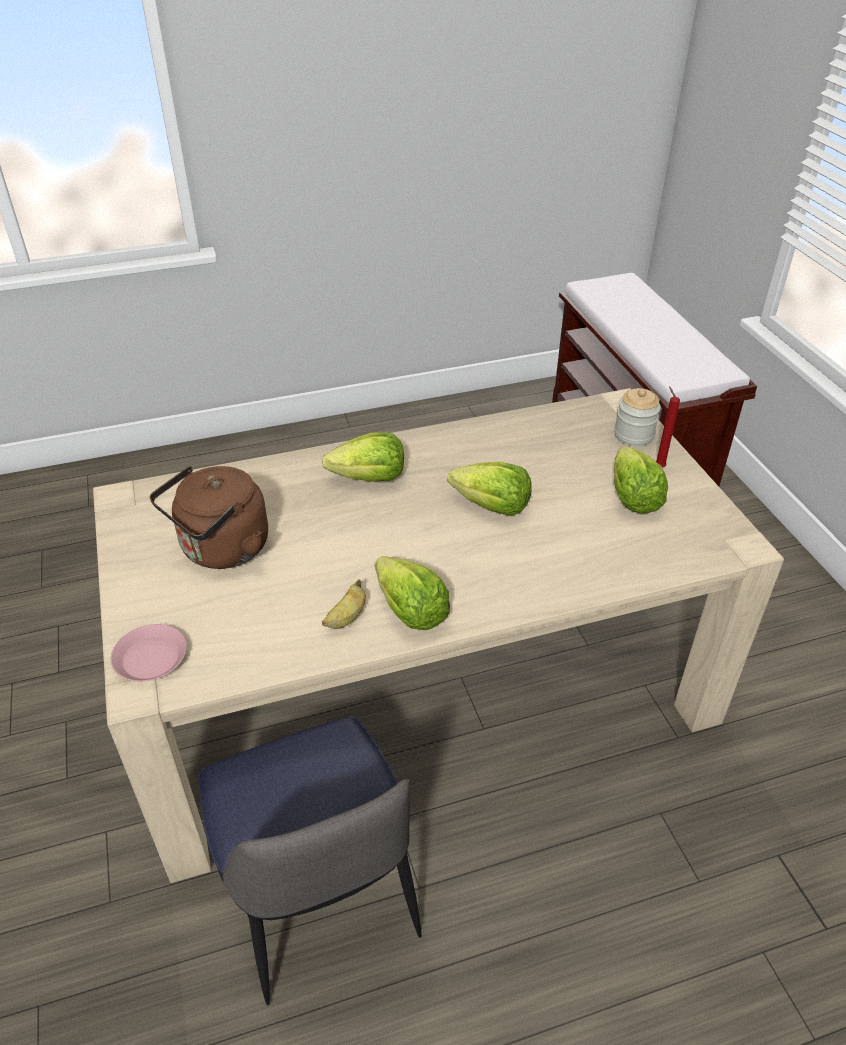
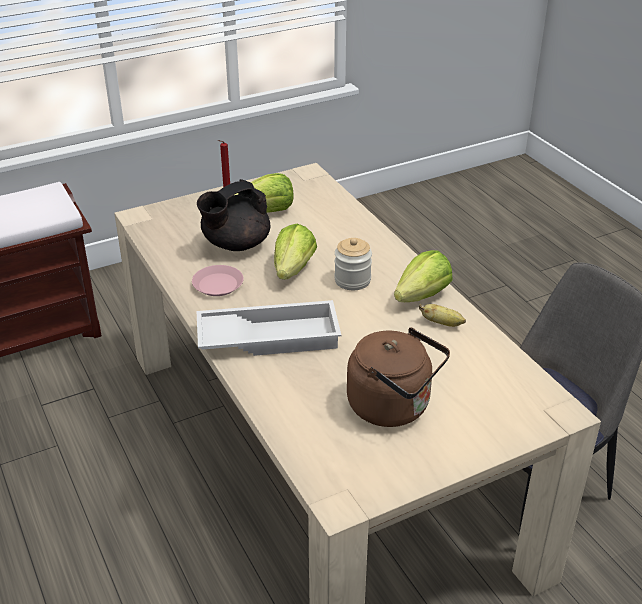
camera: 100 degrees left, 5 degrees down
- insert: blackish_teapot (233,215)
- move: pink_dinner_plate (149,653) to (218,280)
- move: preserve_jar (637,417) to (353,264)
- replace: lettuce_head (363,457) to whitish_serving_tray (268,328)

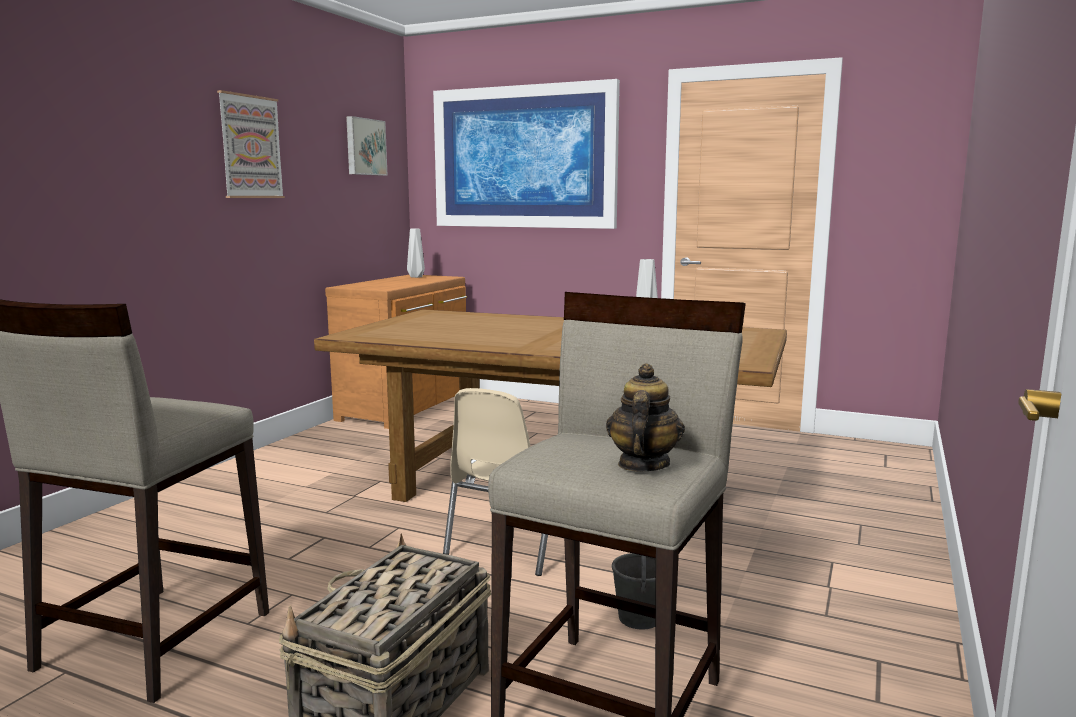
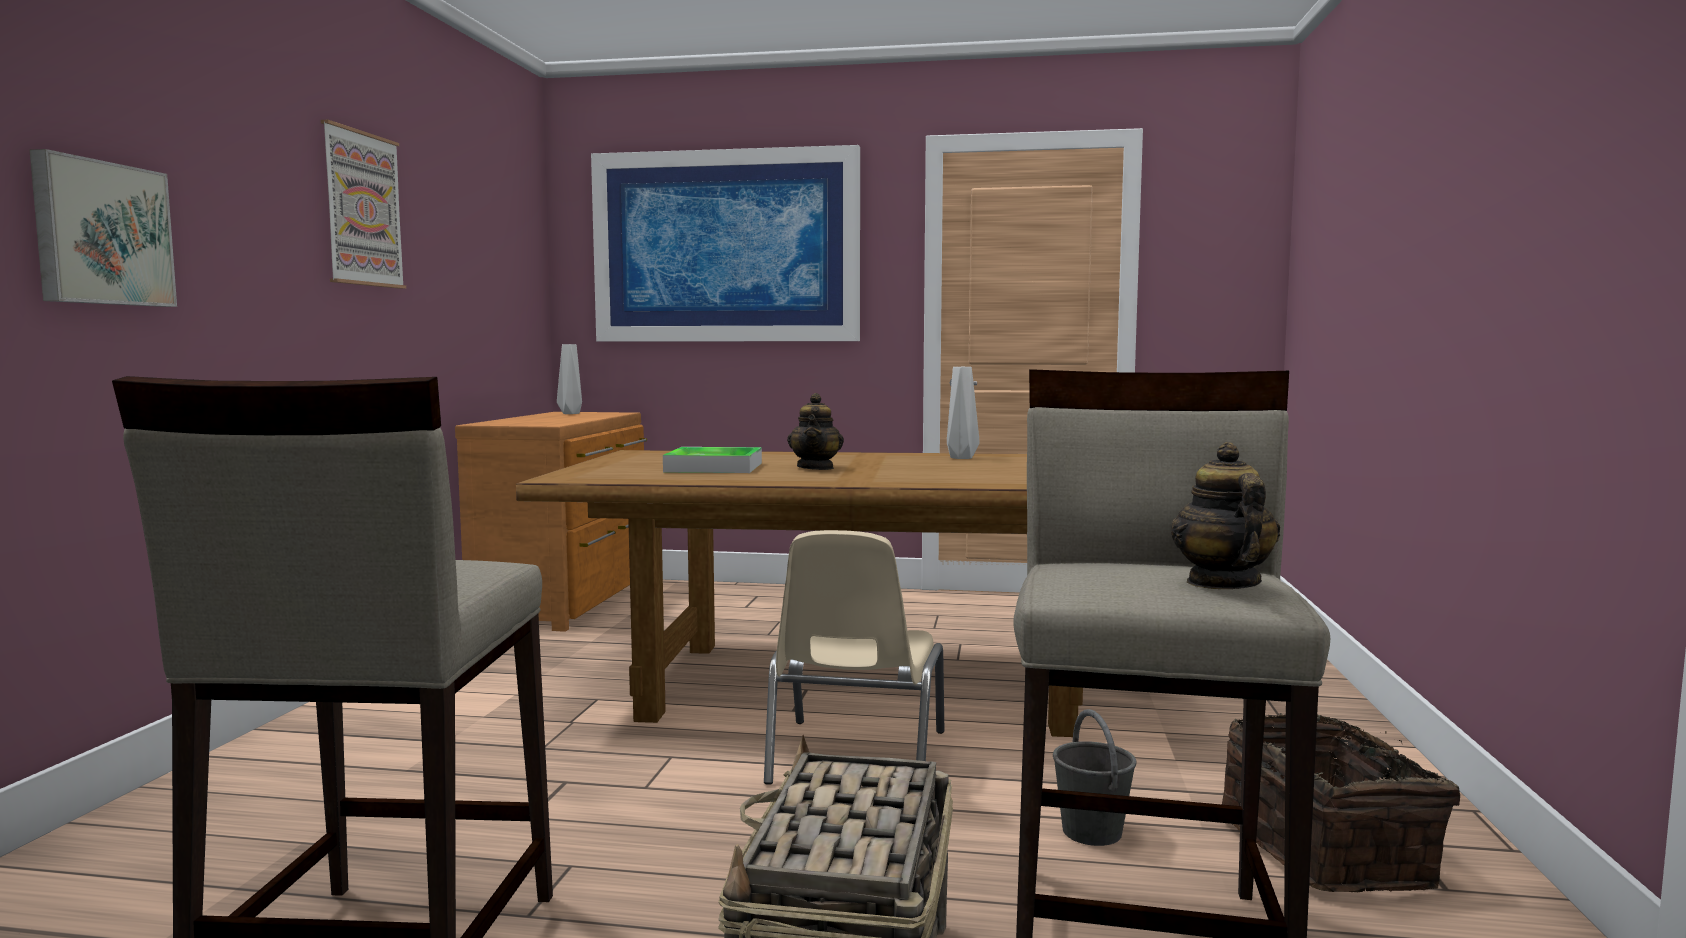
camera: 15 degrees left, 5 degrees down
- insert: serving_tray (712,460)
- insert: teapot (815,431)
- insert: household_basket (1341,802)
- move: wall_art (367,146) to (103,228)

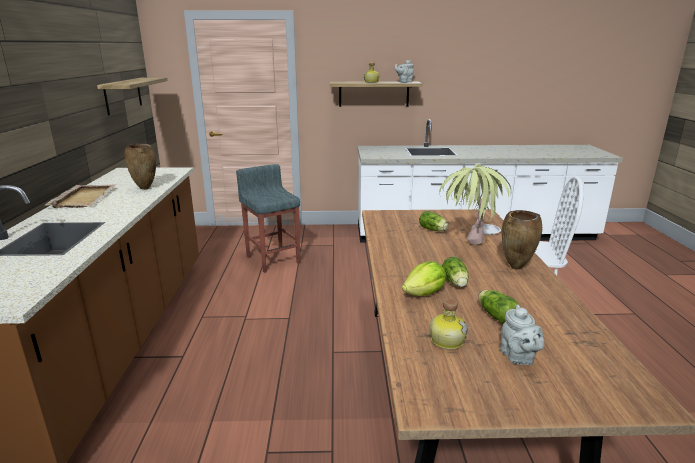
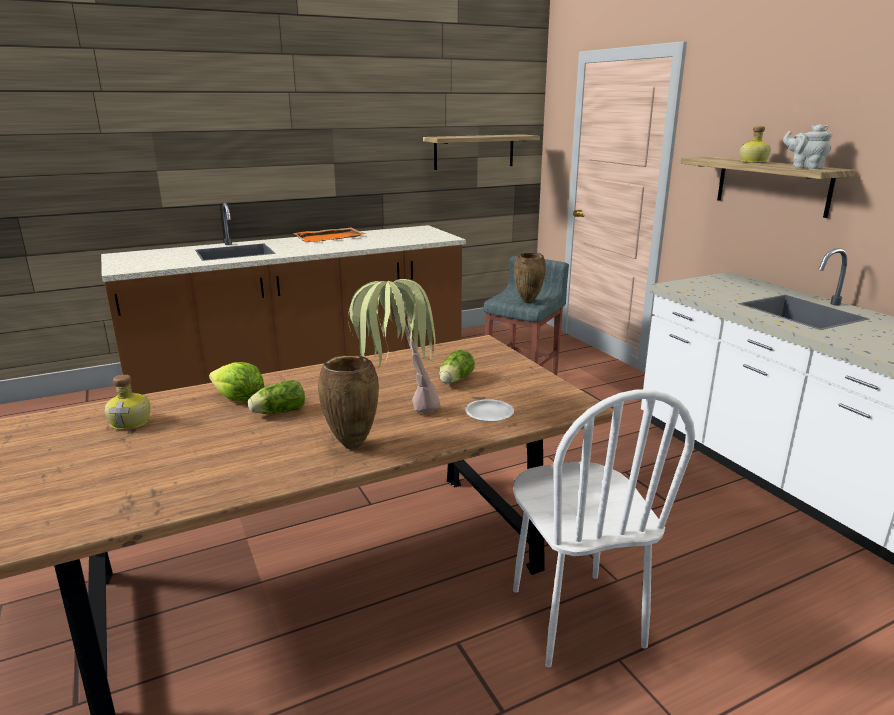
camera: 65 degrees right, 0 degrees up
- delete: lettuce_head (498,307)
- delete: greyish_teapot (522,335)
- move: brown-coloured_flower_vase (140,166) to (530,278)
- recolor: beige_serving_tray (80,196) to orange_serving_tray (329,234)

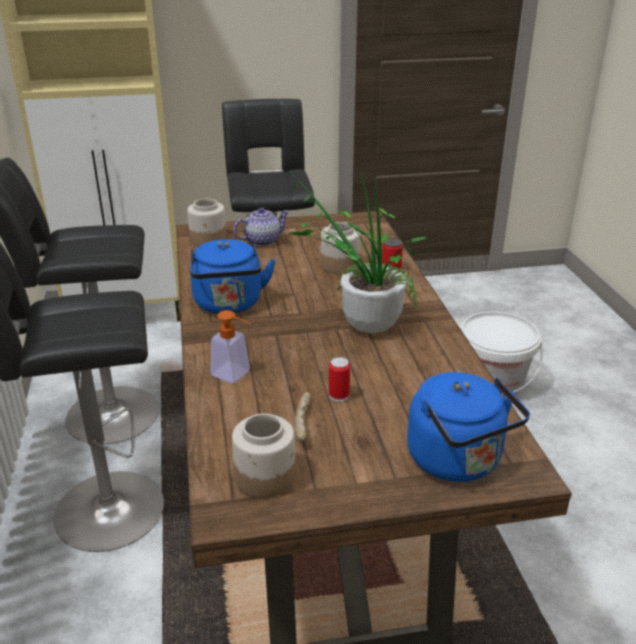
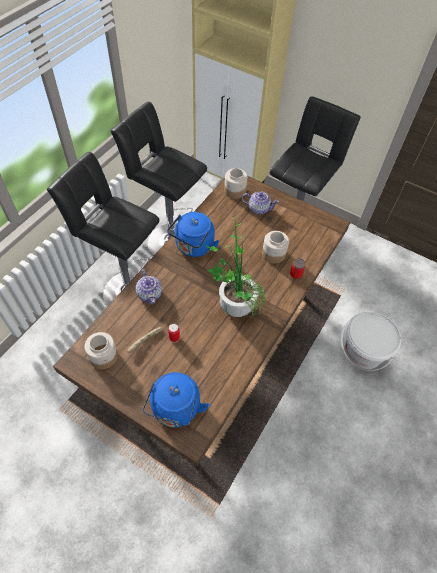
camera: 40 degrees right, 25 degrees up
- replace: soap_bottle (230,346) to teapot (149,287)

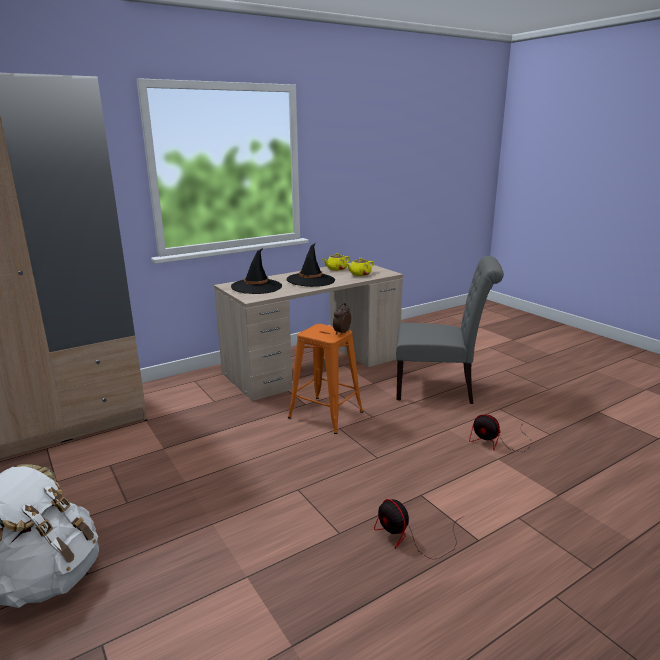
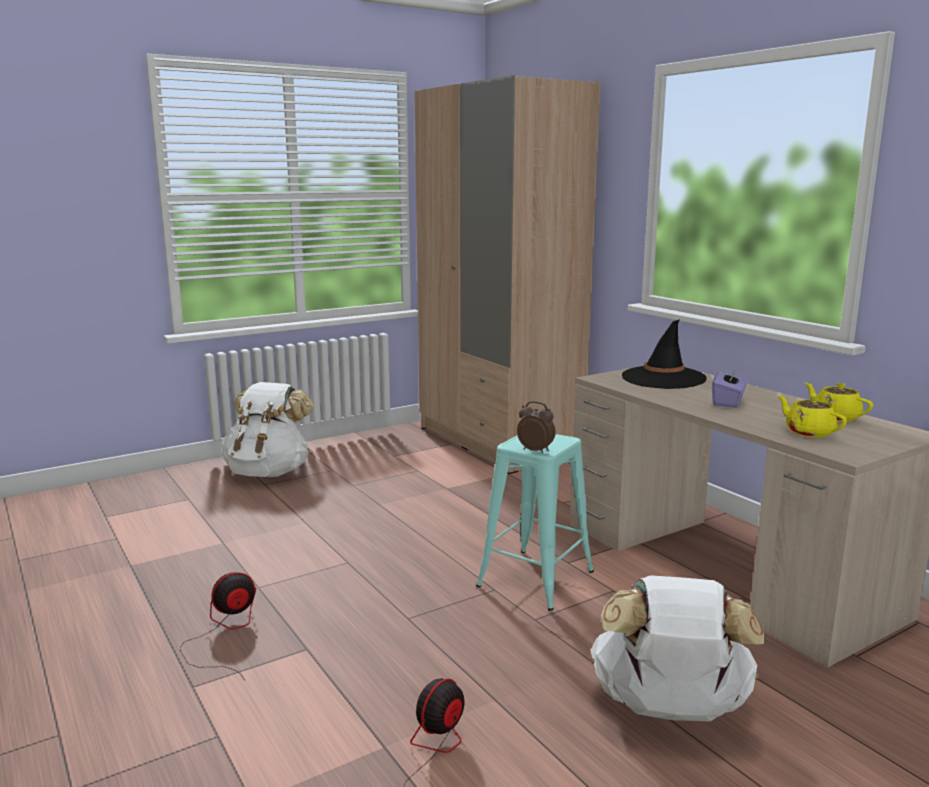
camera: 90 degrees right, 5 degrees down
- replace: blackish_hat (311,265) to purple_tissue_holder (729,387)
- replace: greyish_upright_chair (450,330) to whitish_backpack (677,648)
- recolor: orange_sitting_stool (325,379) to turquoise-coloured_sitting_stool (535,522)

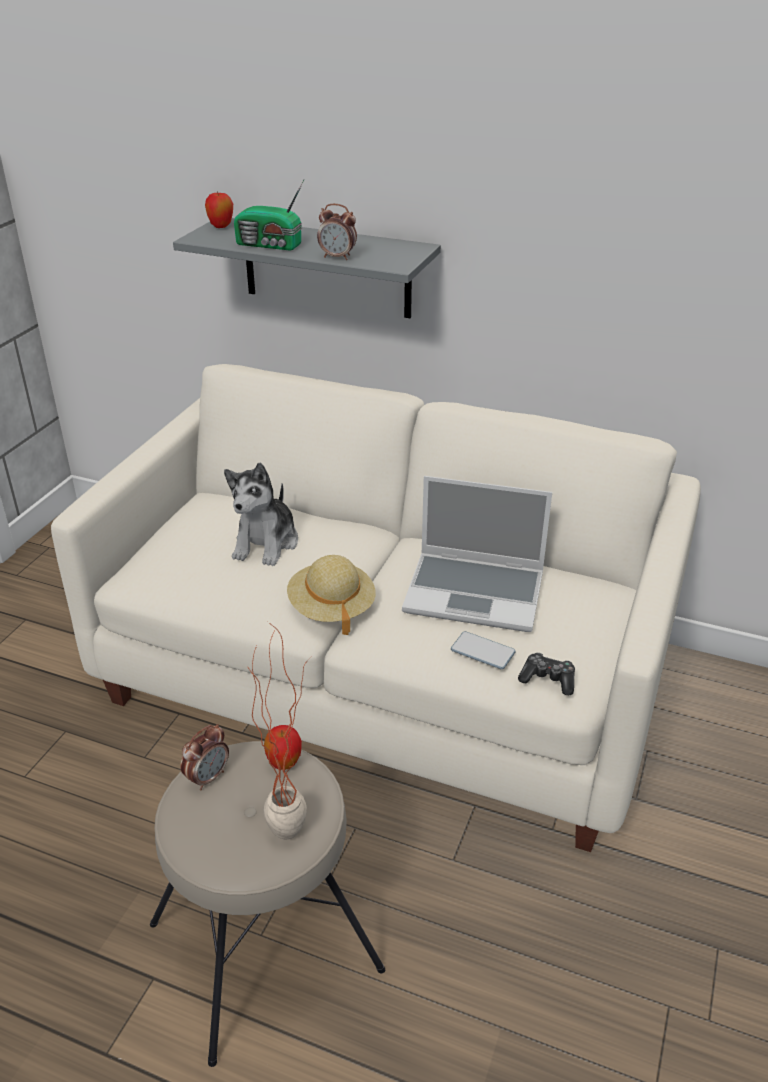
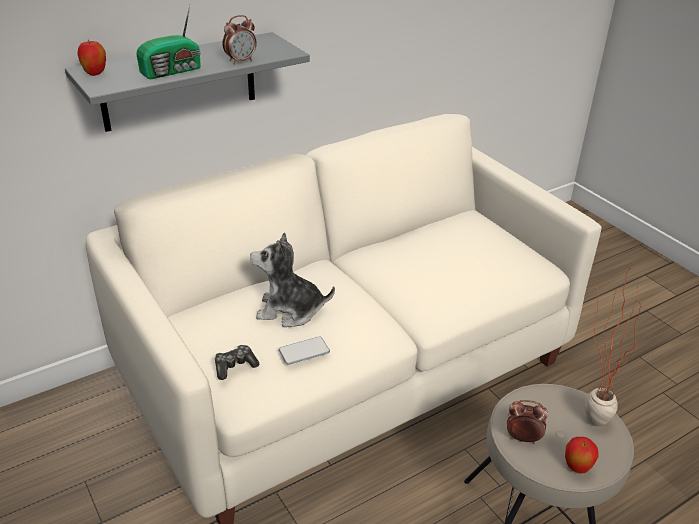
camera: 55 degrees left, 0 degrees up
- delete: beige_hat (331,595)
- delete: laptop (477,554)
- move: whole_apple (283,747) to (582,455)
- move: handset (483,650) to (304,350)
- move: joypad (546,674) to (237,362)
- rotate: alarm_clock (204,757) = (527,422) 60 degrees counterclockwise
- rotate: cuddly_toy (261,514) = (292,279) 135 degrees clockwise

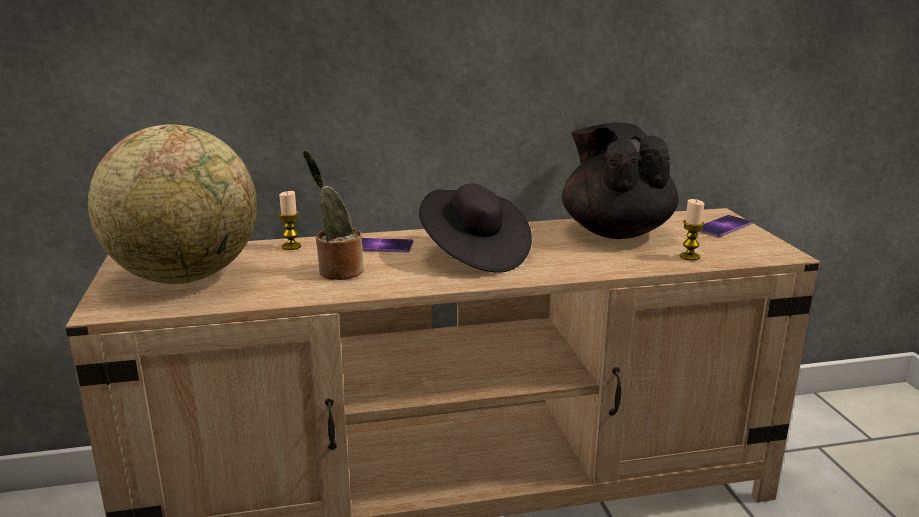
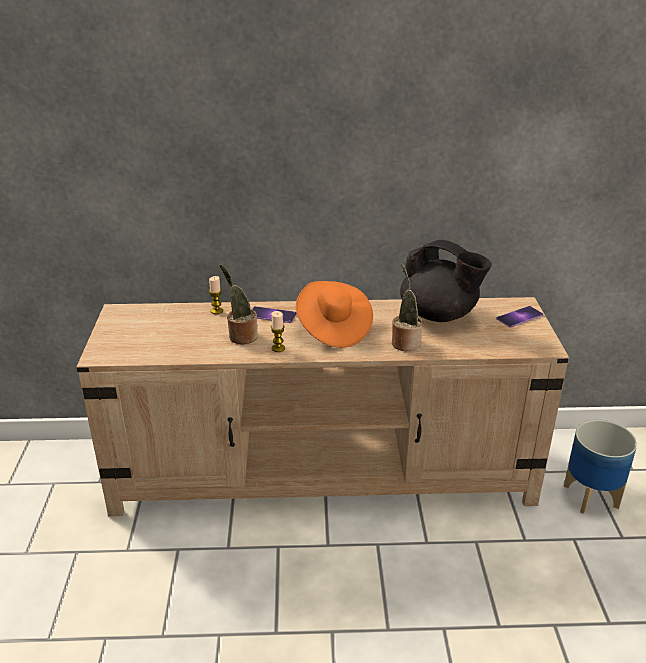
camera: 10 degrees right, 10 degrees up
- delete: desk_globe (172,204)
- insert: potted_plant (407,307)
- insert: plant_pot (600,467)
- move: wax_light (692,230) to (278,331)
- recolor: blackish_hat (475,228) to orange_hat (334,314)
- rotate: blackish_teapot (620,180) = (446,281) 135 degrees clockwise

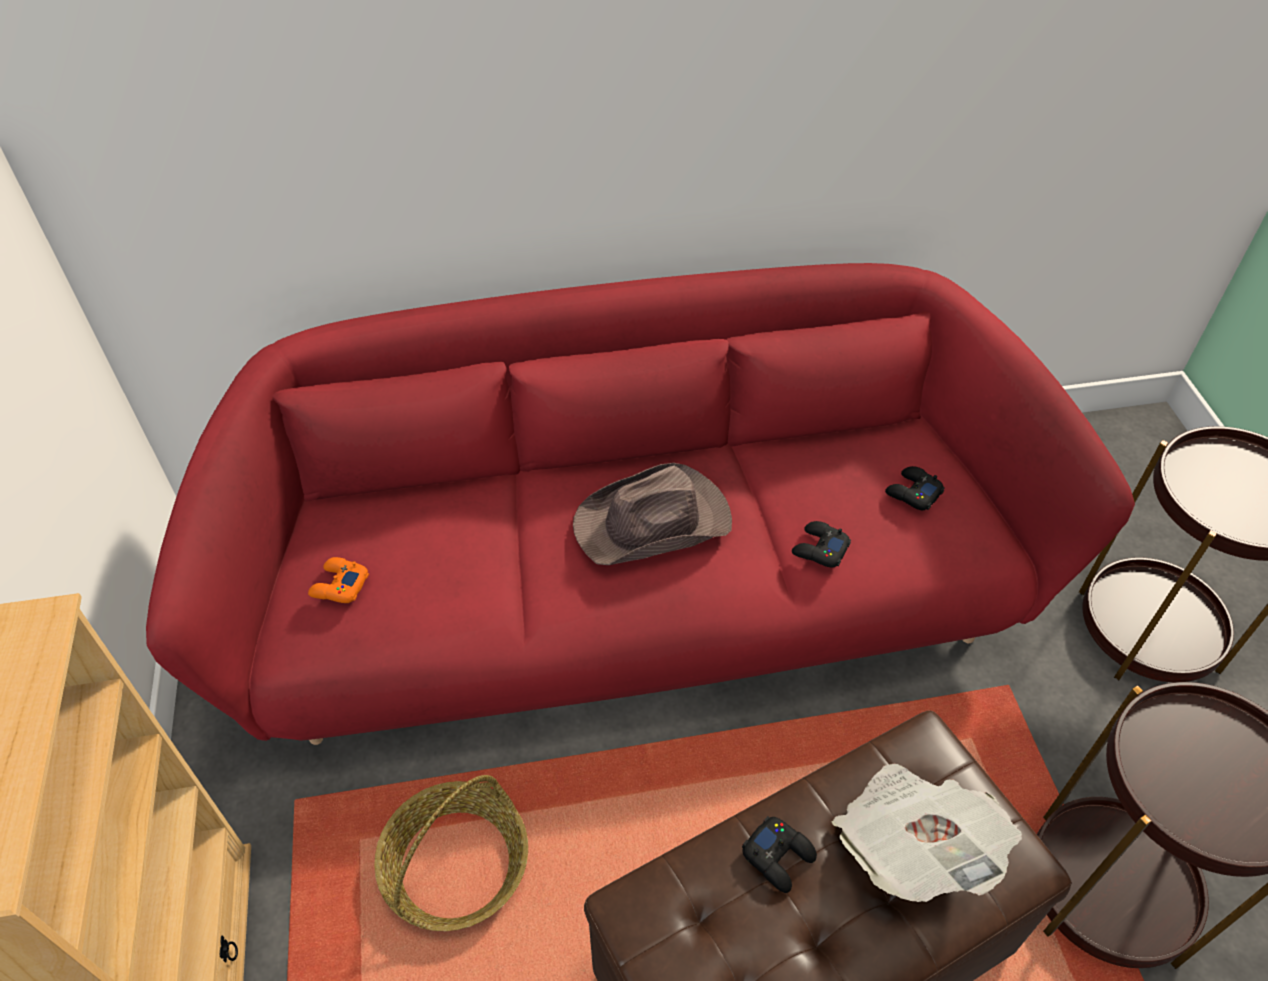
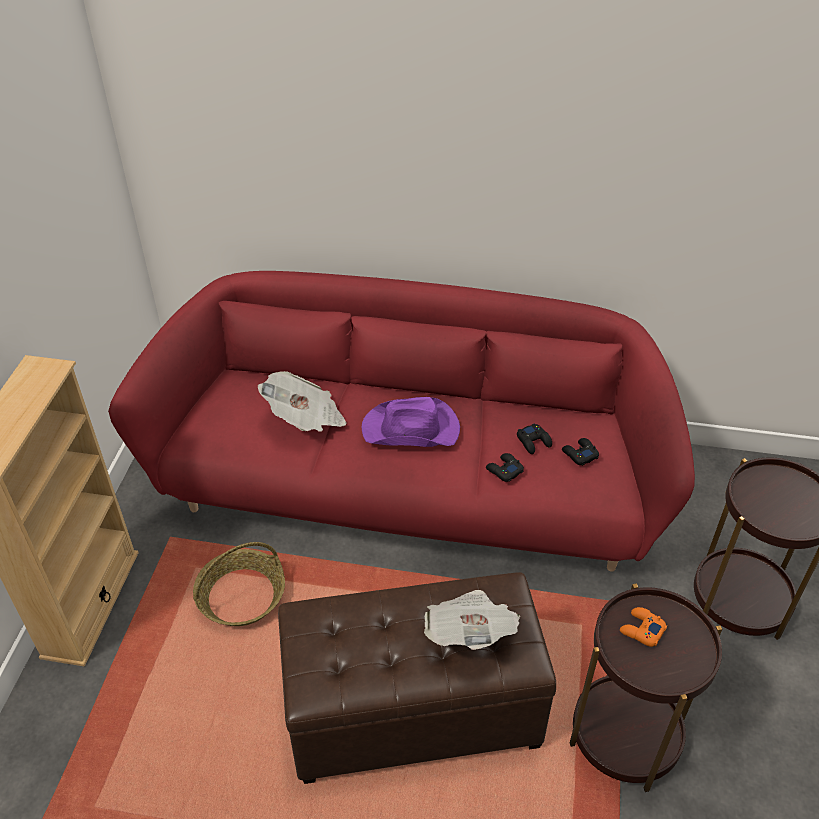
camera: 20 degrees right, 5 degrees down
- insert: newspaper (302,401)
- move: orange_joypad (338,580) to (643,627)
- move: blackish_joypad (779,854) to (534,438)
- recolor: brown-coloured_hat (652,514) to purple_hat (411,422)

